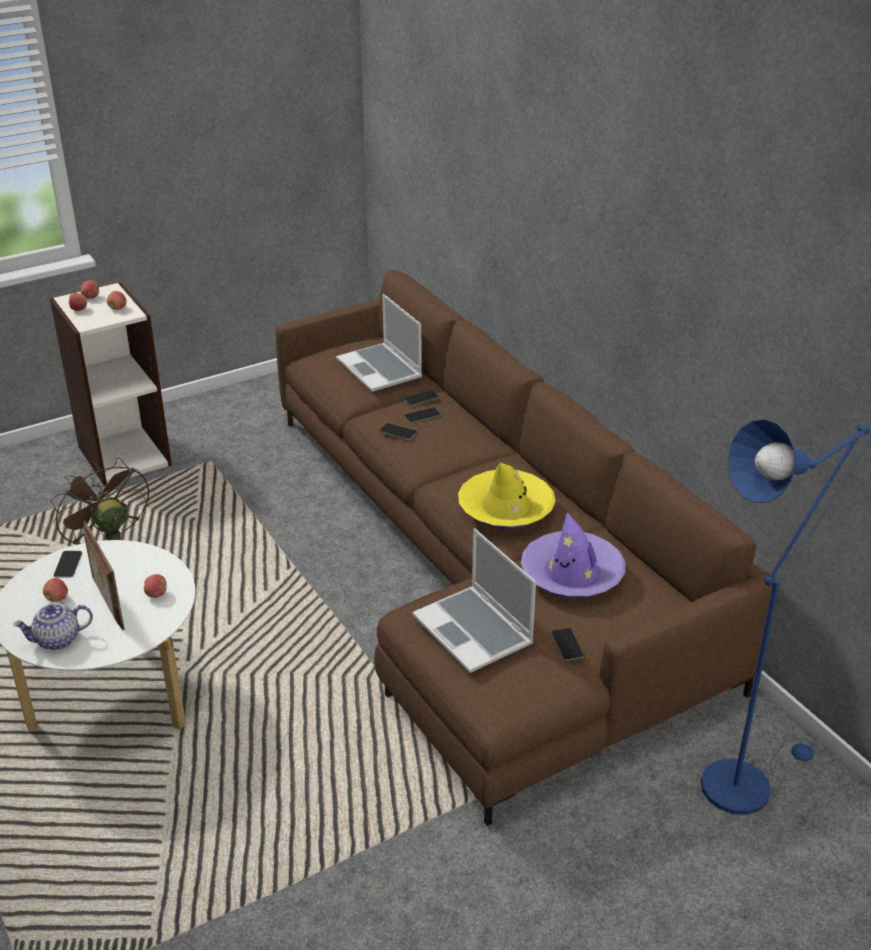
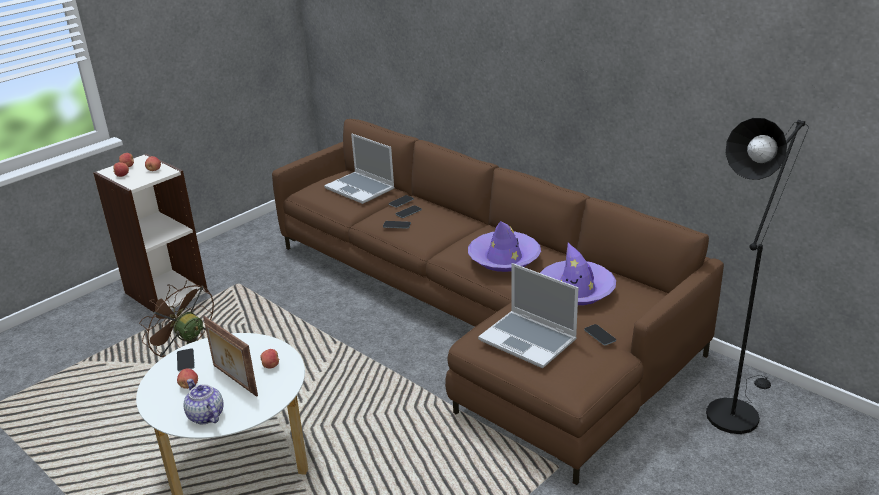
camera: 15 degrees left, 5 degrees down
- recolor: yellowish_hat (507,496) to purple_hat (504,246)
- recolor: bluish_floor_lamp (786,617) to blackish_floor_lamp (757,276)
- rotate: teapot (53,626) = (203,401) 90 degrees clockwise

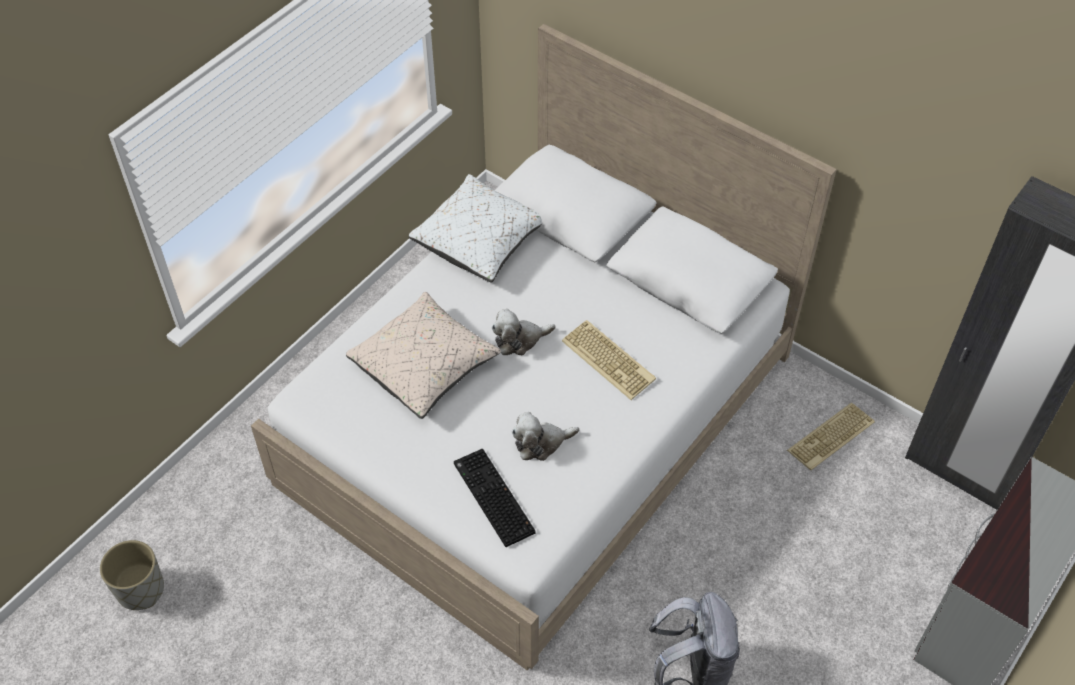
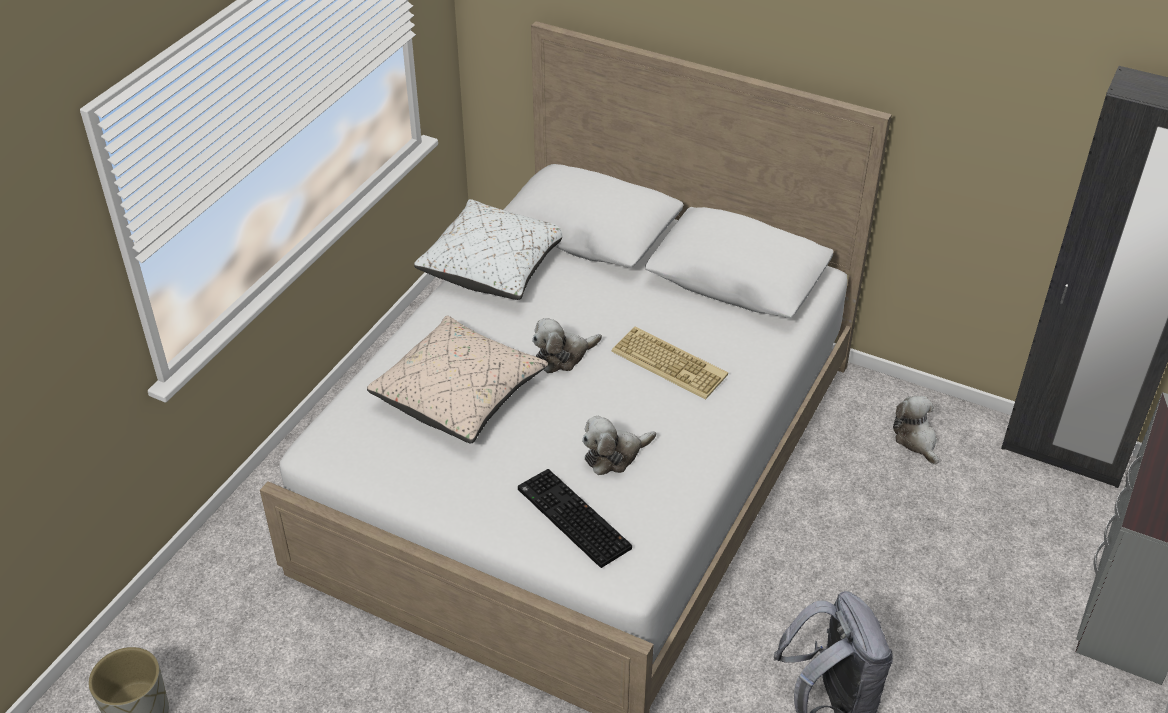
camera: 10 degrees left, 10 degrees down
- replace: computer_keyboard (831,436) to cuddly_toy (916,430)

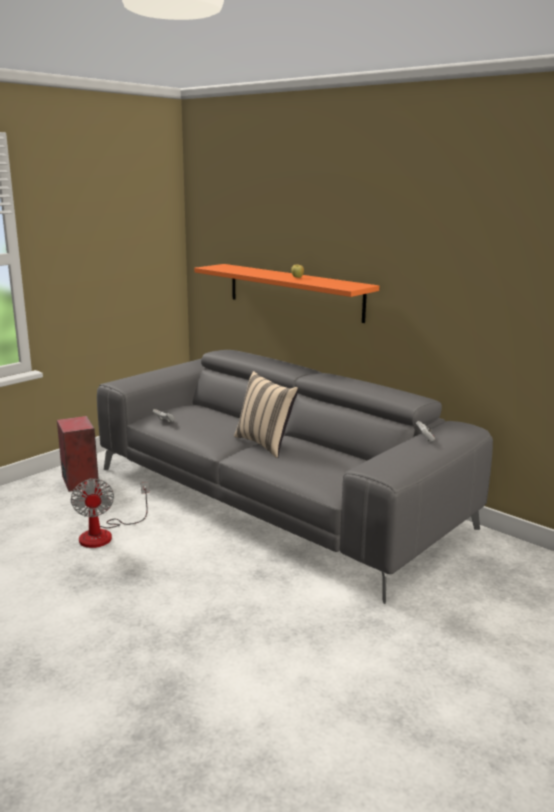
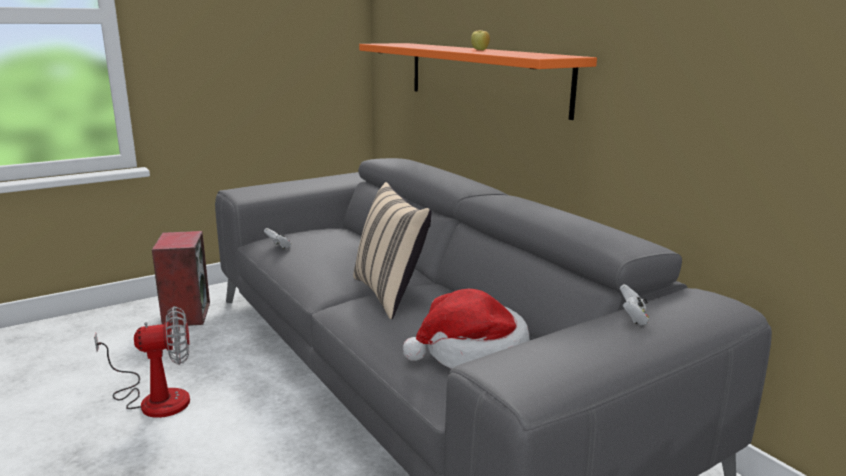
camera: 15 degrees right, 0 degrees up
- insert: hat (466,329)
- rotate: cooling_fan (109,513) = (142,362) 105 degrees counterclockwise

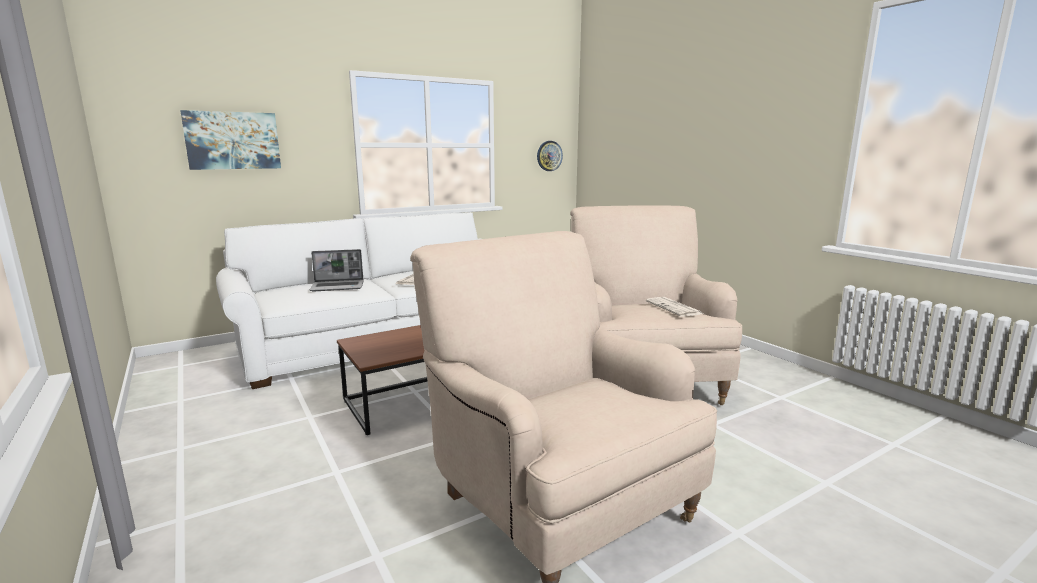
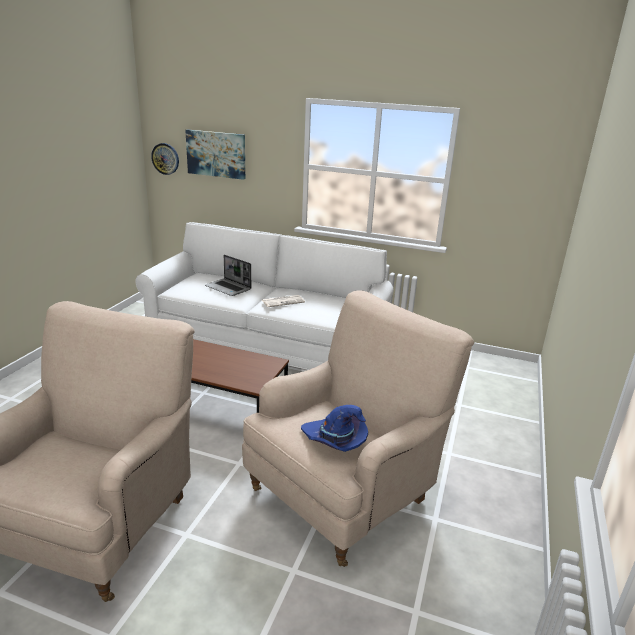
camera: 50 degrees right, 10 degrees up
- move: hanging_clock (550,156) to (165,159)
- replace: newspaper (674,307) to bluish_hat (334,428)

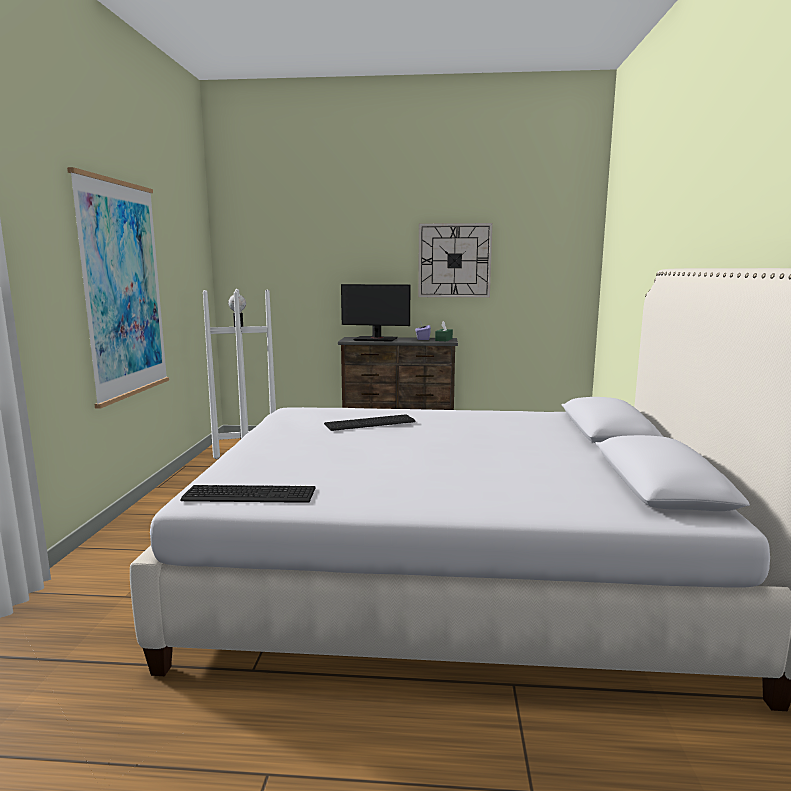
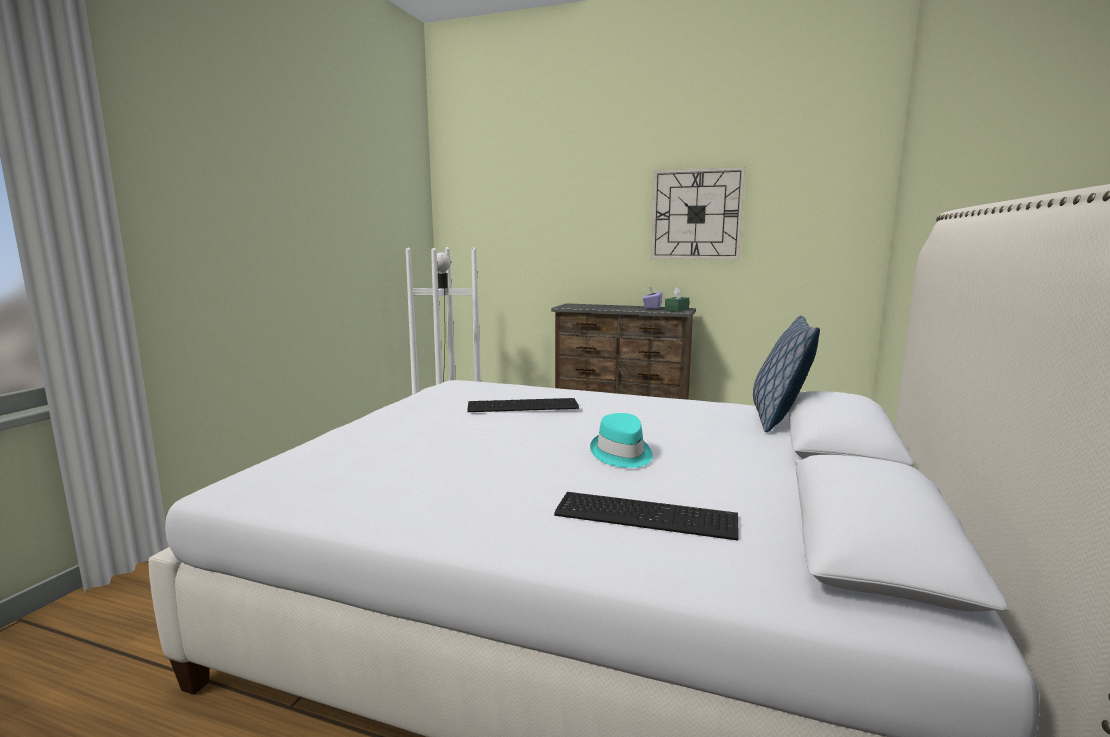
camera: 15 degrees right, 0 degrees up
- delete: wall_art (118,288)
- delete: computer_display (375,313)
- insert: turquoise-coloured_hat (621,440)
- insert: cushion (786,373)
- move: computer_keyboard (248,494) to (646,516)

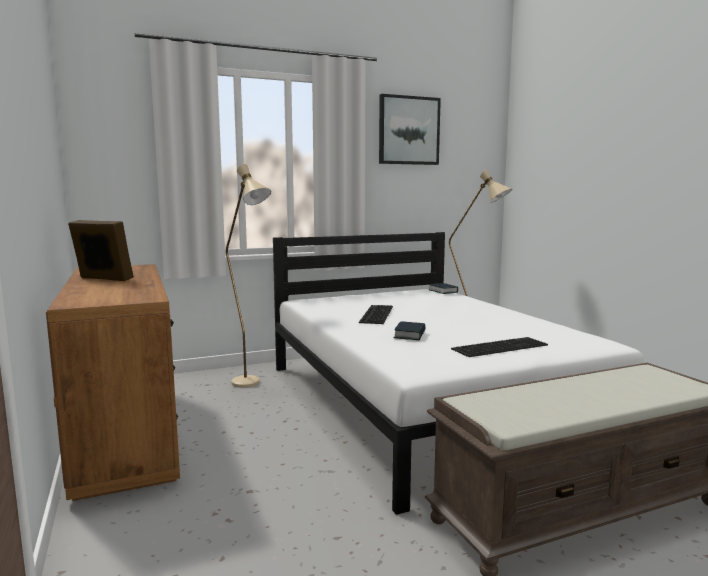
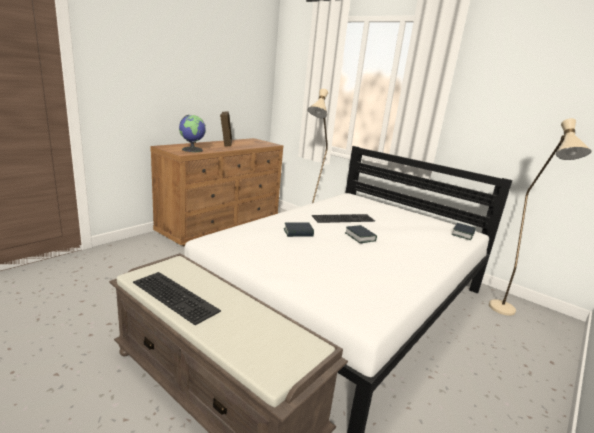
camera: 60 degrees right, 10 degrees up
- delete: wall_art (410,129)
- insert: desk_globe (192,133)
- insert: volume (361,234)
- move: computer_keyboard (499,347) to (177,298)

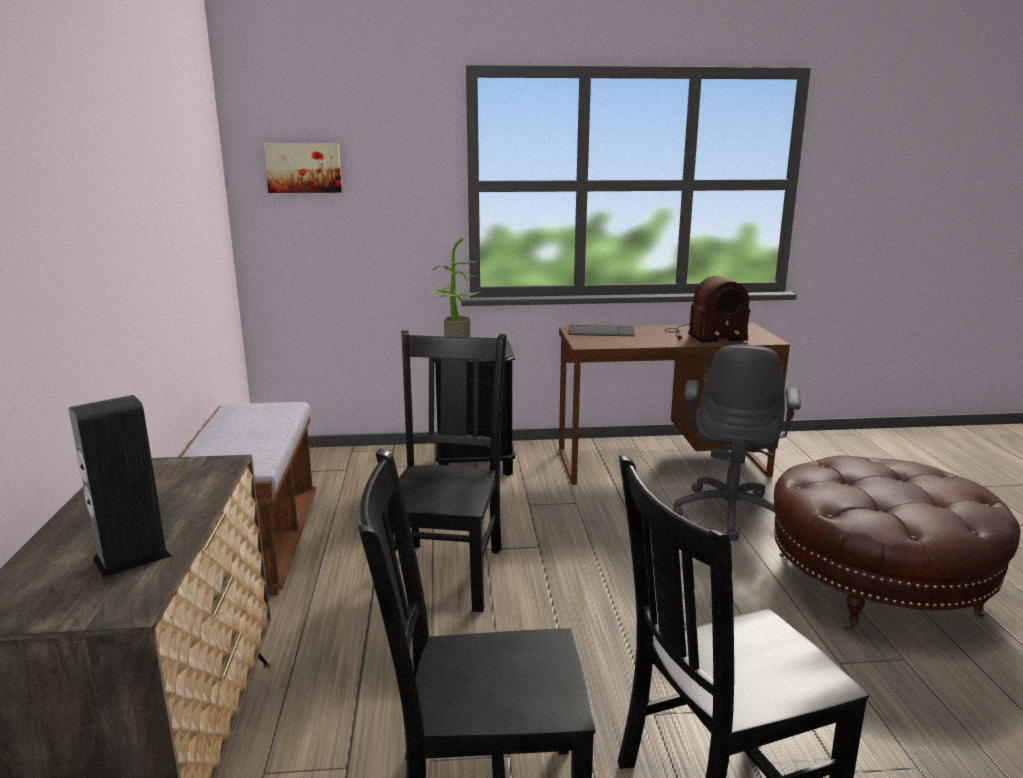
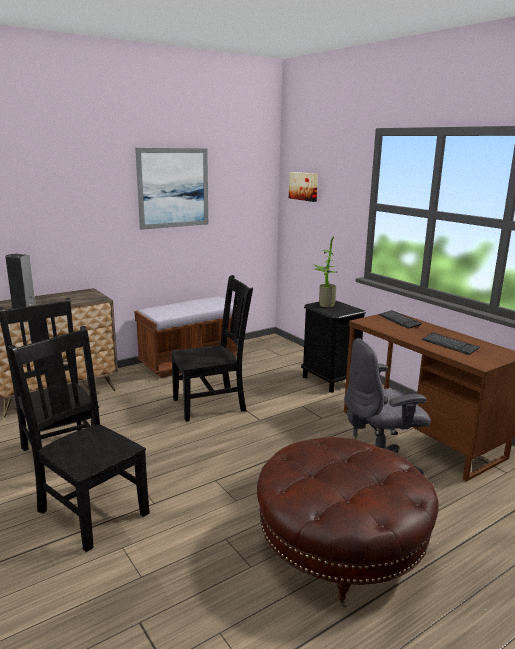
camera: 60 degrees right, 0 degrees up
- insert: wall_art (171,189)
- replace: radio_set (707,309) to computer_keyboard (451,344)

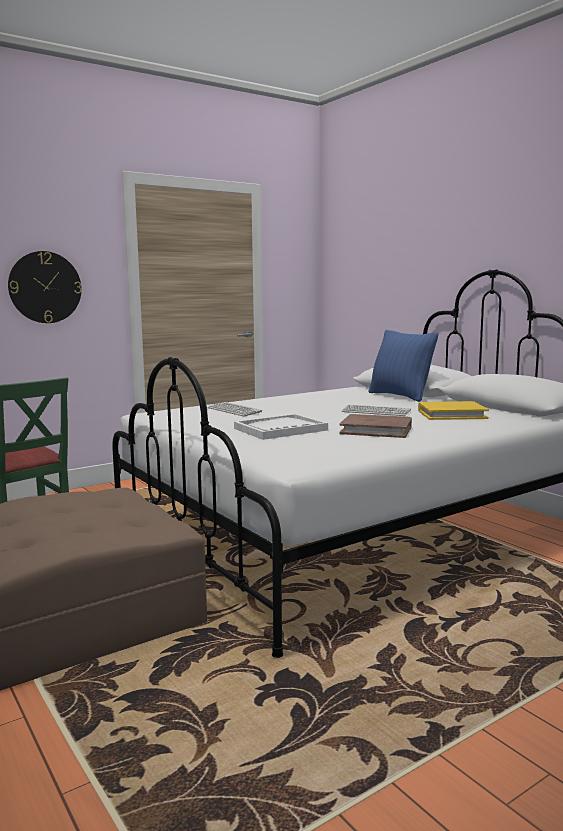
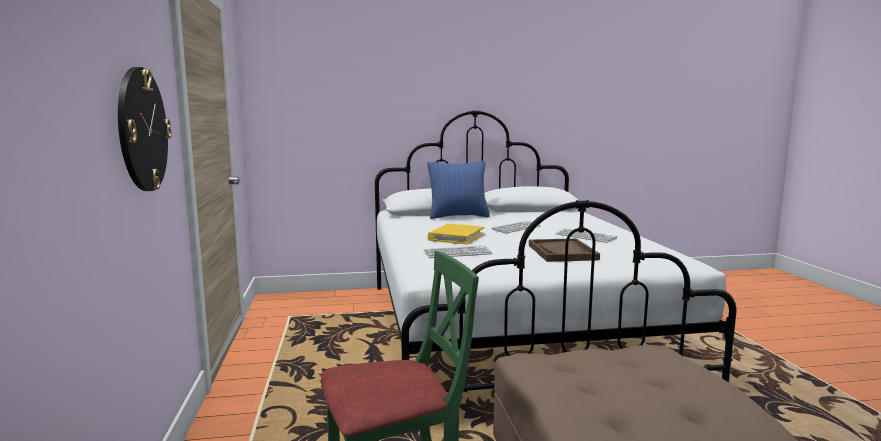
camera: 65 degrees left, 0 degrees up
- move: yellowish_volume (453,410) to (455,234)
- replace: brown-coloured_volume (375,426) to computer_keyboard (586,235)
- recolor: whitish_serving_tray (281,427) to brown-coloured_serving_tray (564,250)

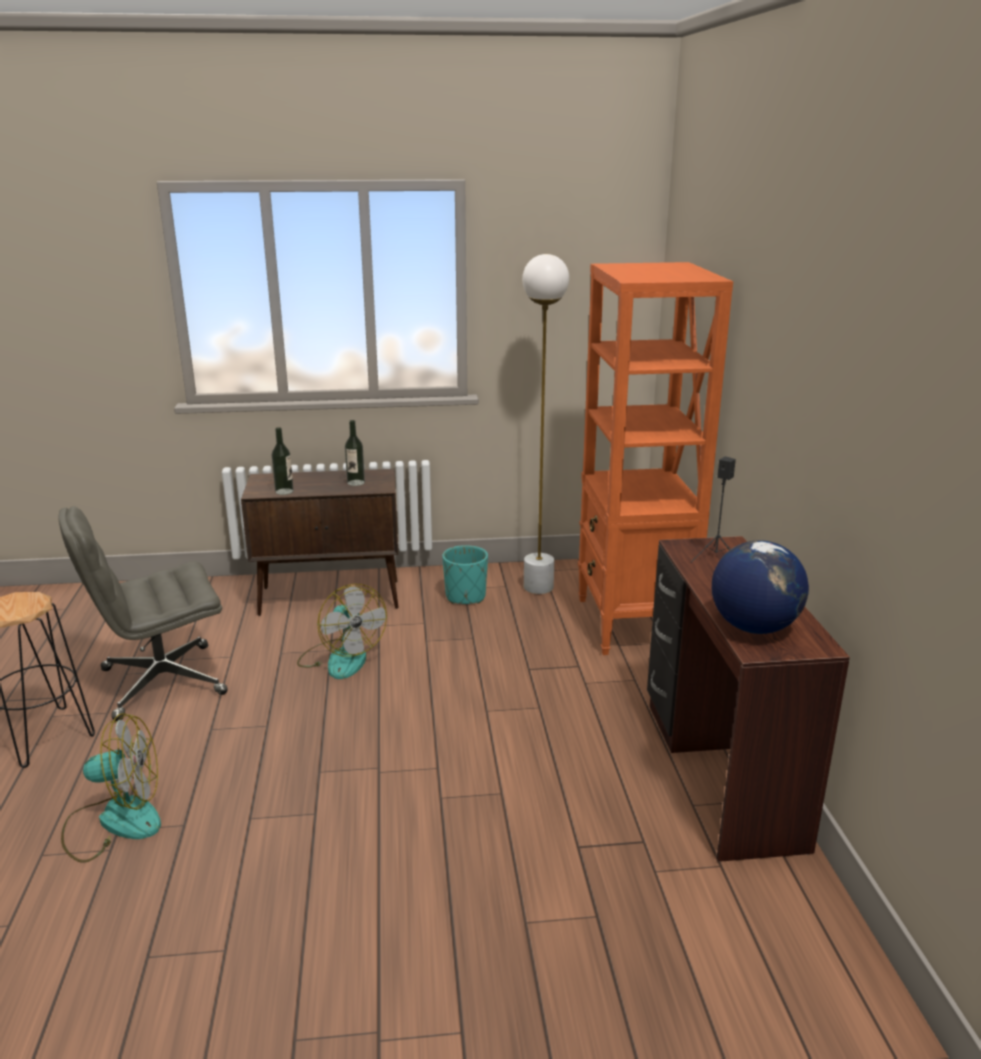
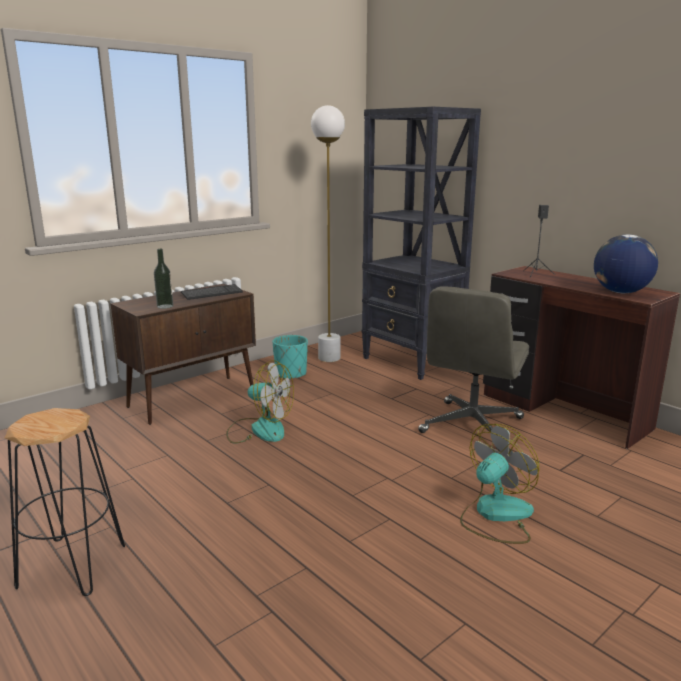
camera: 35 degrees left, 5 degrees down
- move: greyish_computer_chair (142,613) to (473,368)
- move: cooling_fan (111,788) to (499,484)
- replace: drink_bottle (355,453) to computer_keyboard (212,292)
- recolor: orange_bookshelf (655,458) to blackish_bookshelf (421,243)

